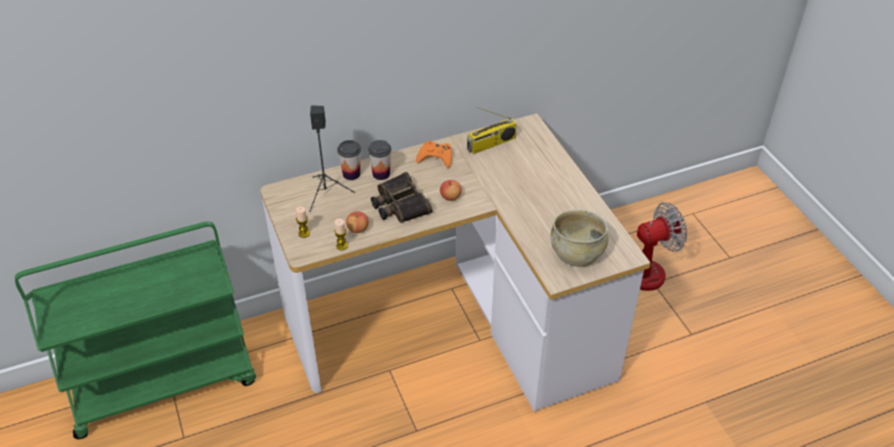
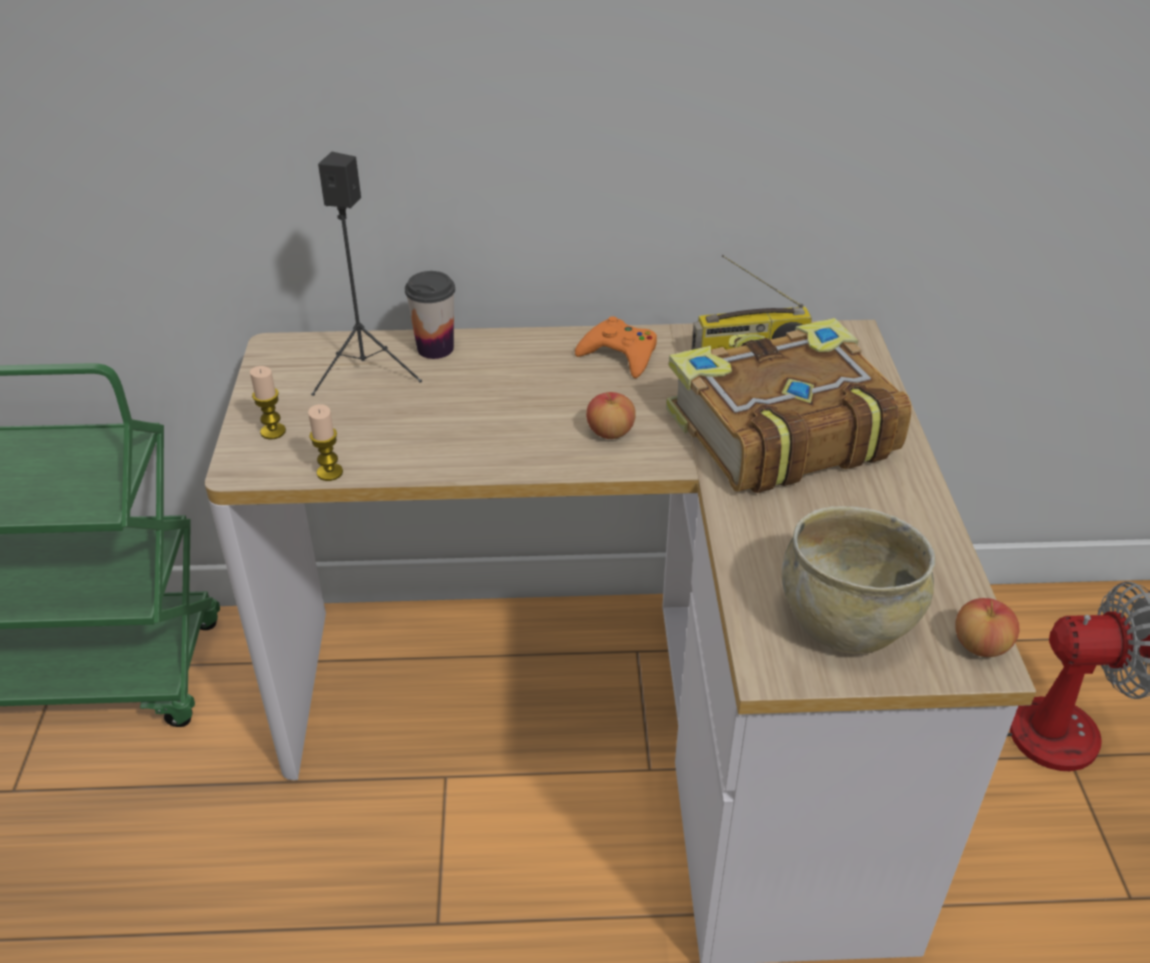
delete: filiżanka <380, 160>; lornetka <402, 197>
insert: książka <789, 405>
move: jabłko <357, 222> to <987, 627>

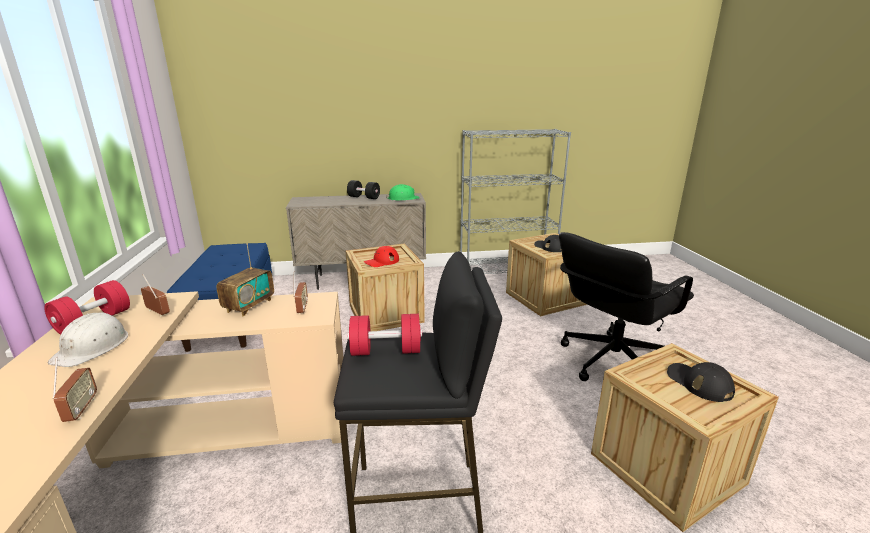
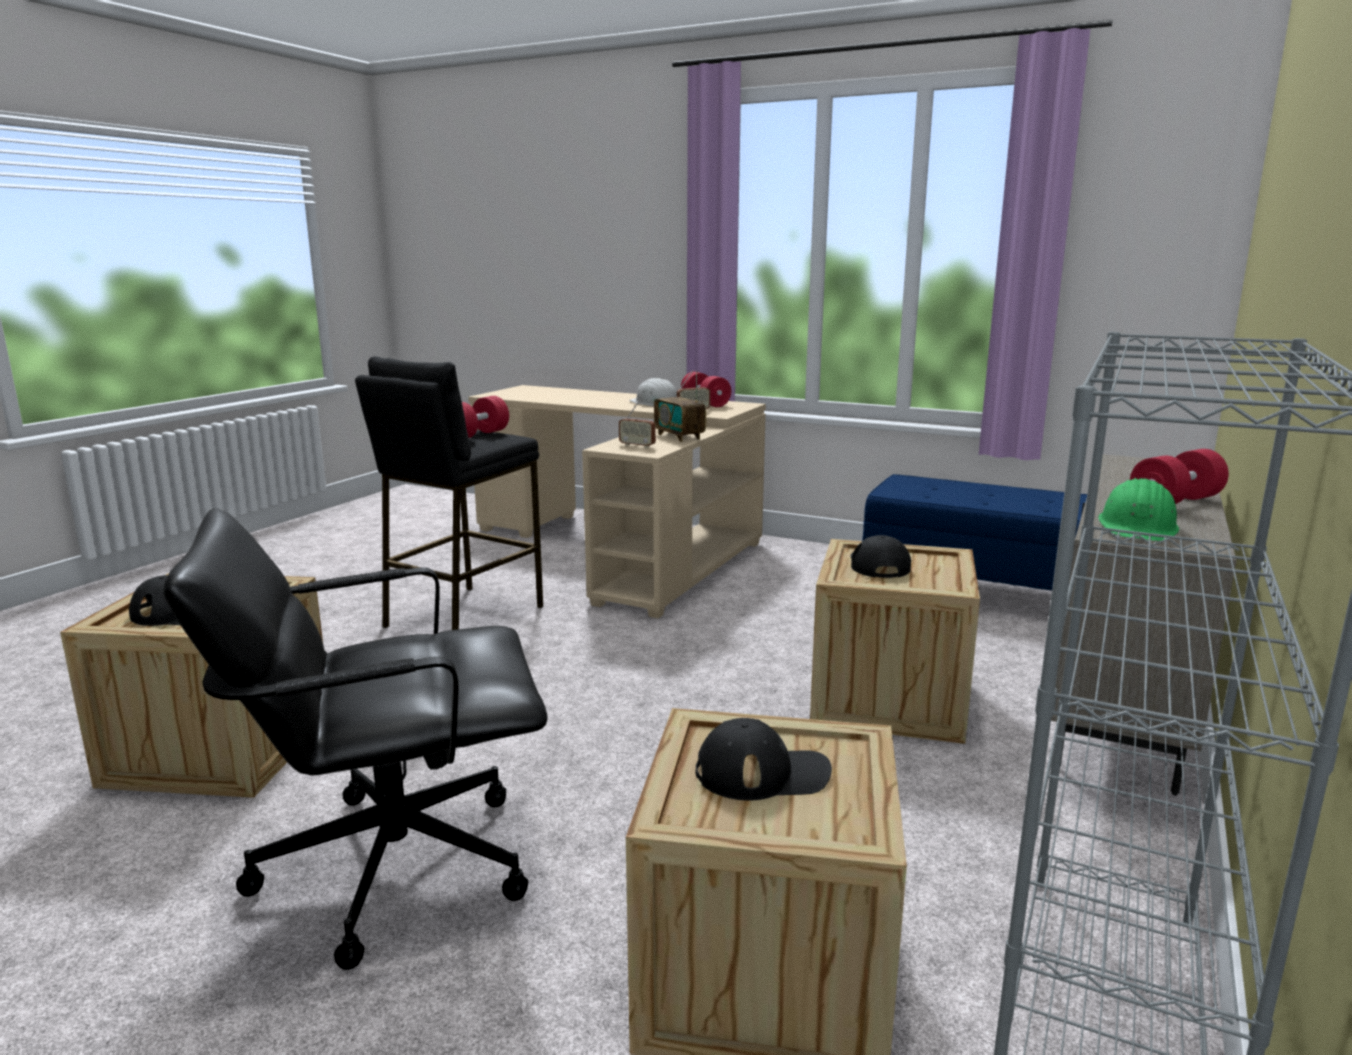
delete: radio <74, 390>
recolor: hantel/czarny <363, 189> to hantel/czerwony <1179, 476>; czapka z daszkiem/czerwony <381, 256> to czapka z daszkiem/czarny <880, 556>
rotate: krzesło biurowe/czarny <626, 306> = <355, 739> 105 degrees counterclockwise

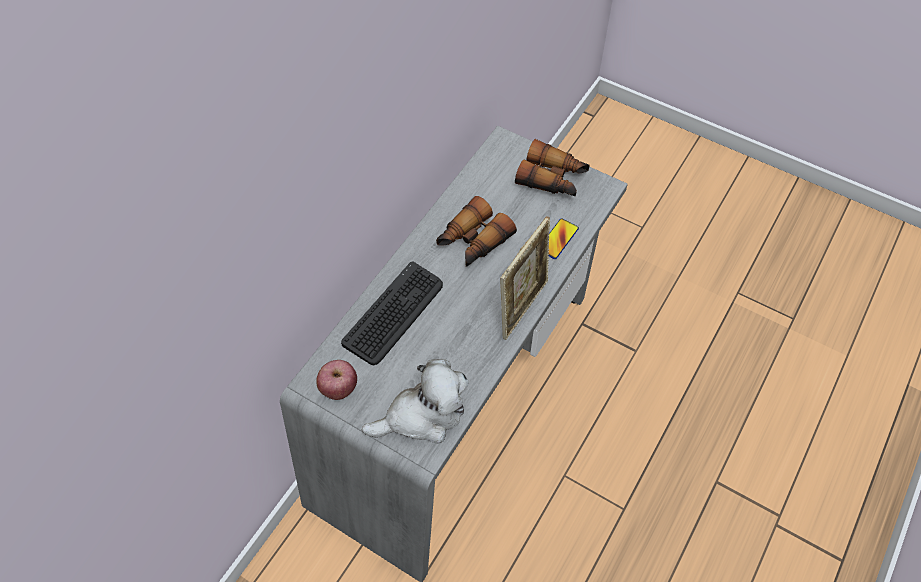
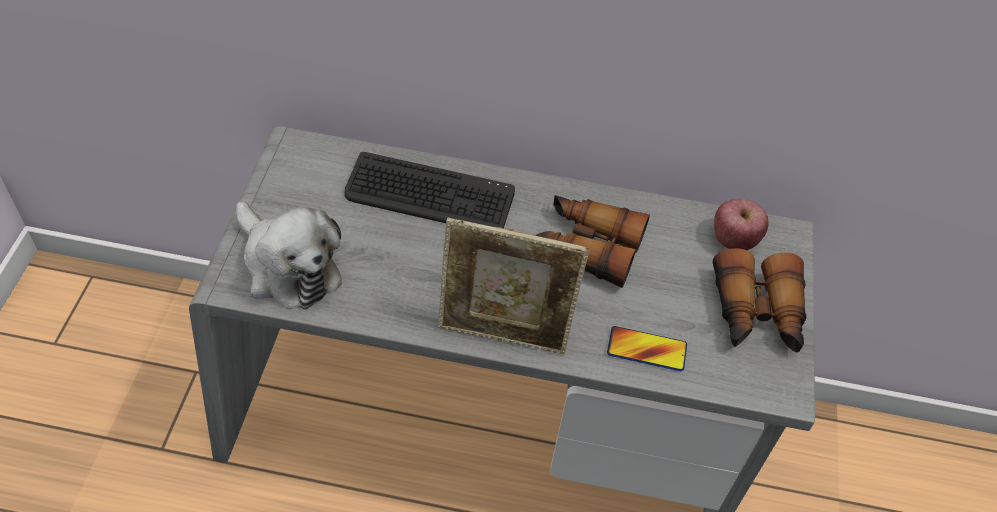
move: jabłko <336, 380> to <741, 224>

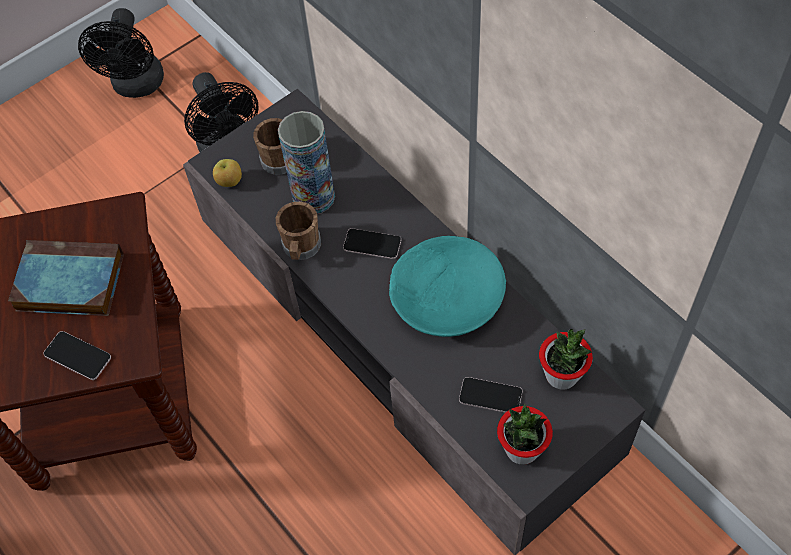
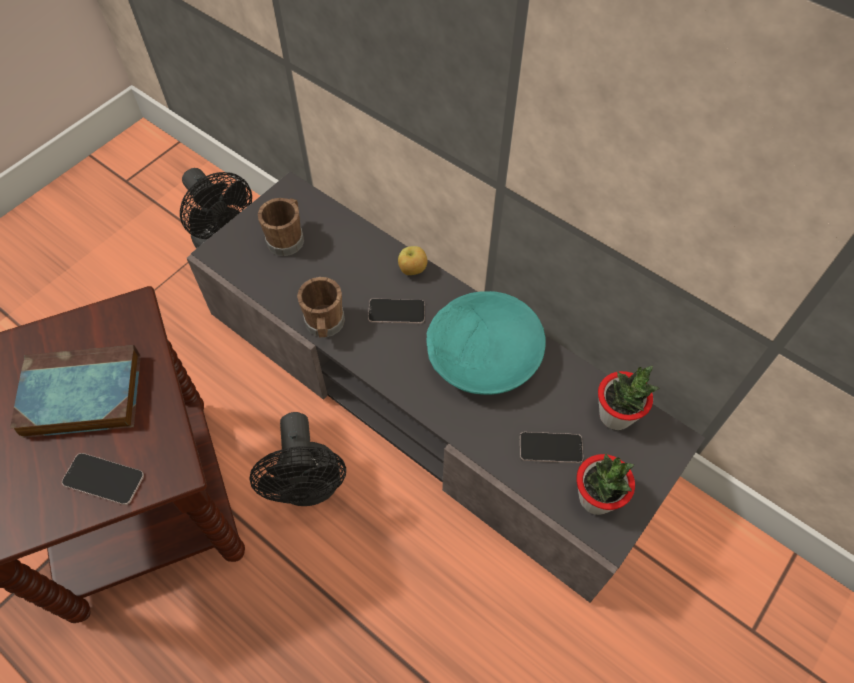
delete: wazon <306, 162>
move: wentylator/czarny <121, 53> to <297, 459>; jabłko <227, 173> to <412, 260>

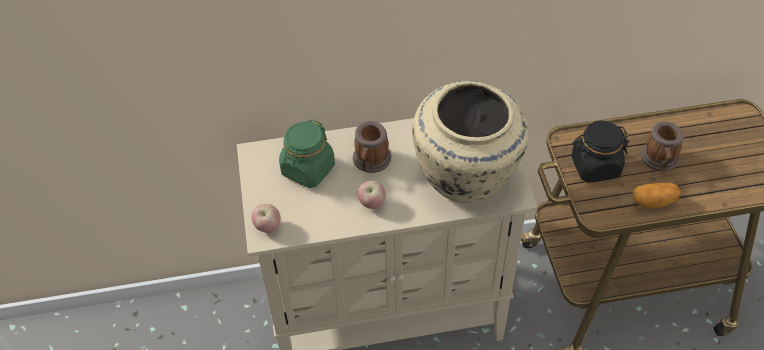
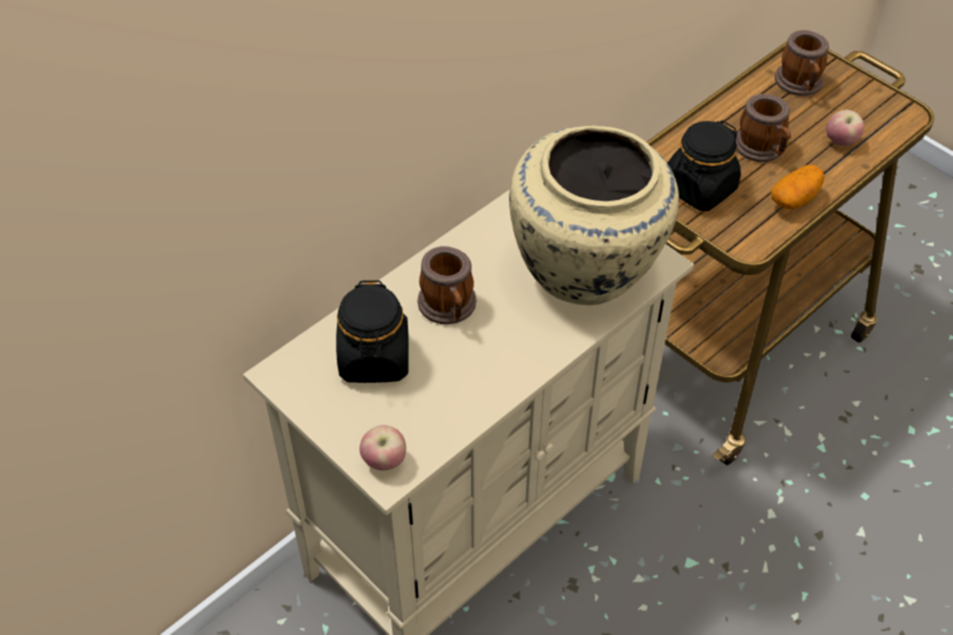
insert: kubek <802, 63>
move: jabłko <371, 195> to <845, 128>
recolor: słoik/zielony <307, 153> to słoik/czarny <372, 331>

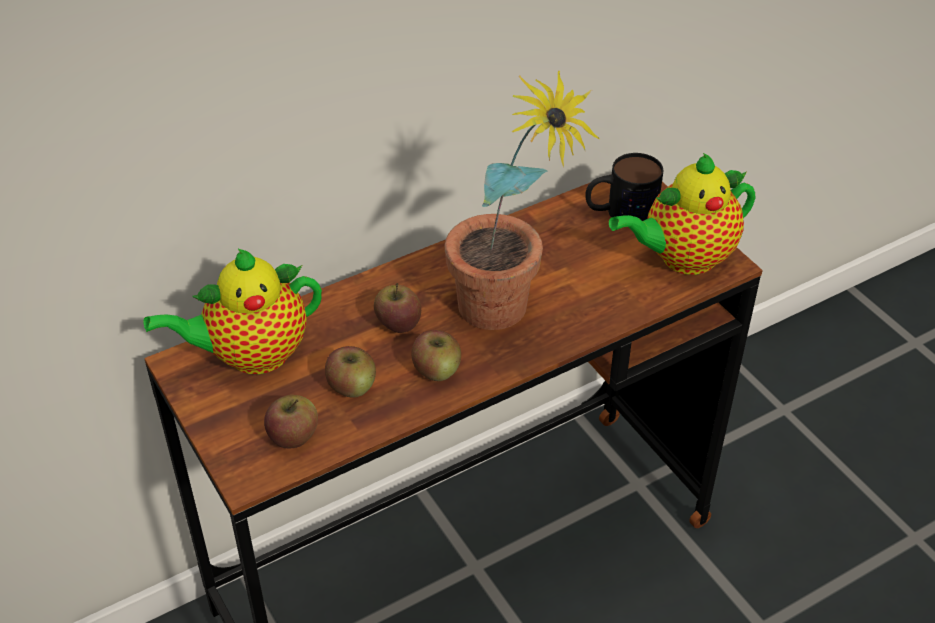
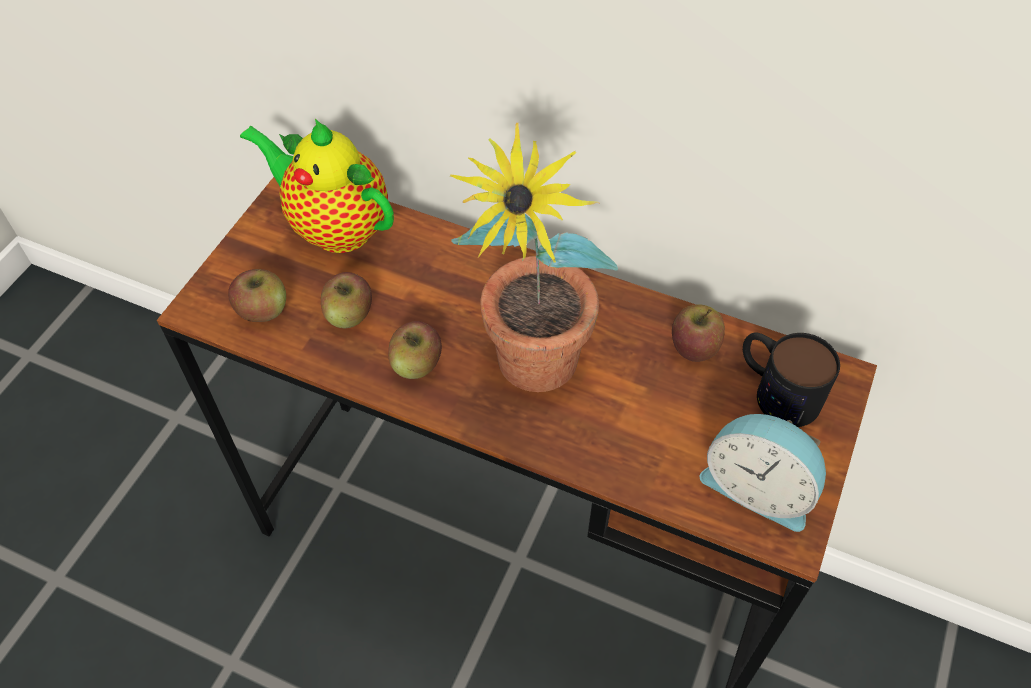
move: jabłko <397, 308> to <698, 333>
replace: imbryk <682, 214> to budzik <763, 473>

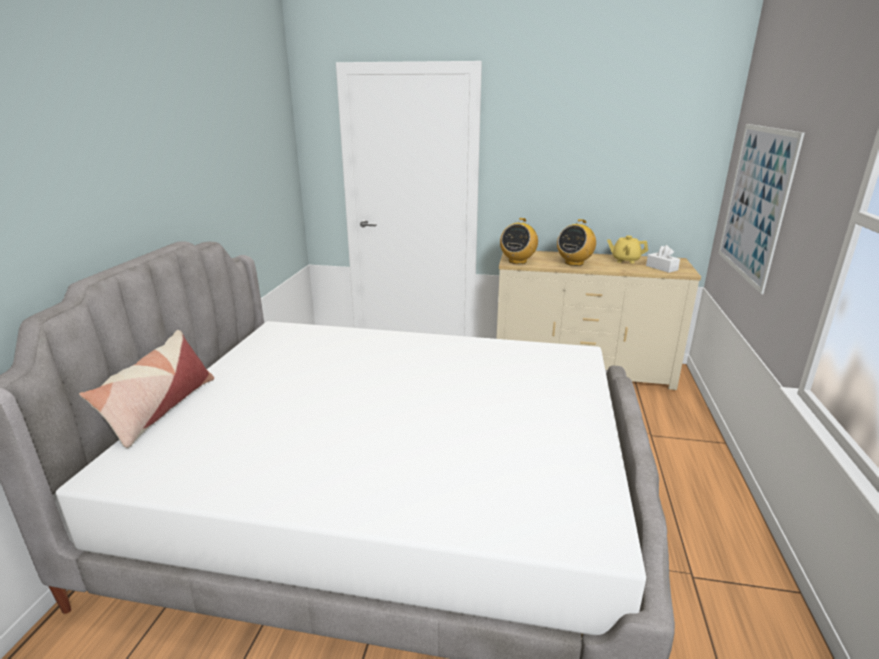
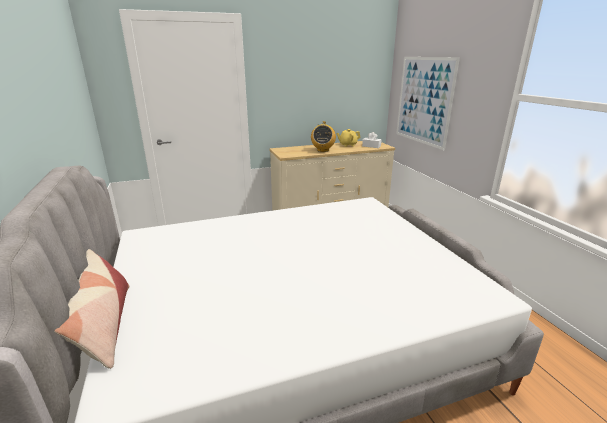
delete: radio <519, 241>

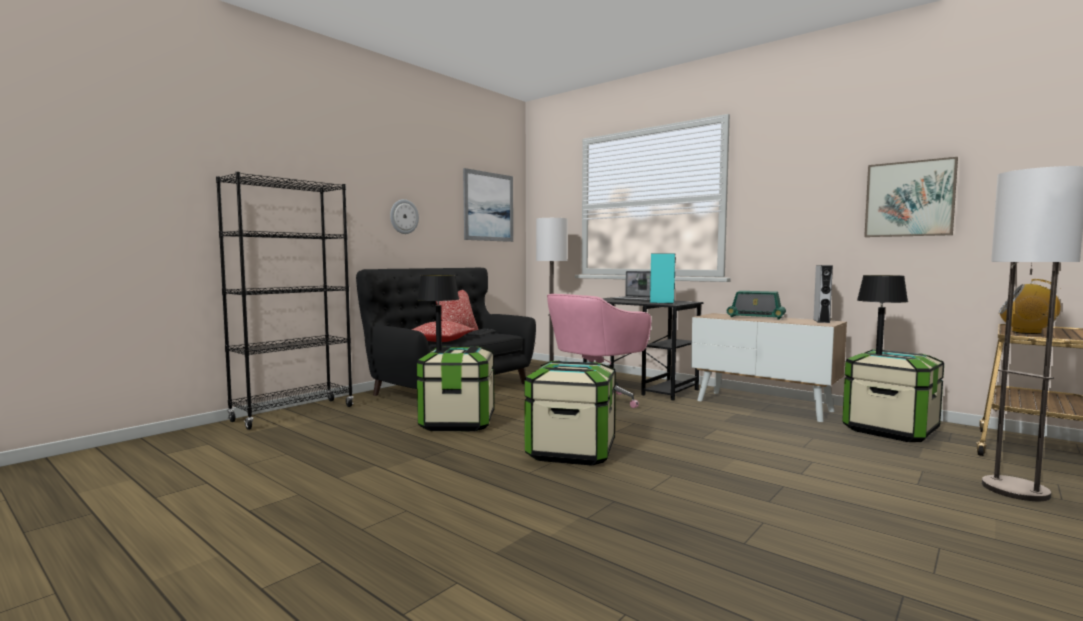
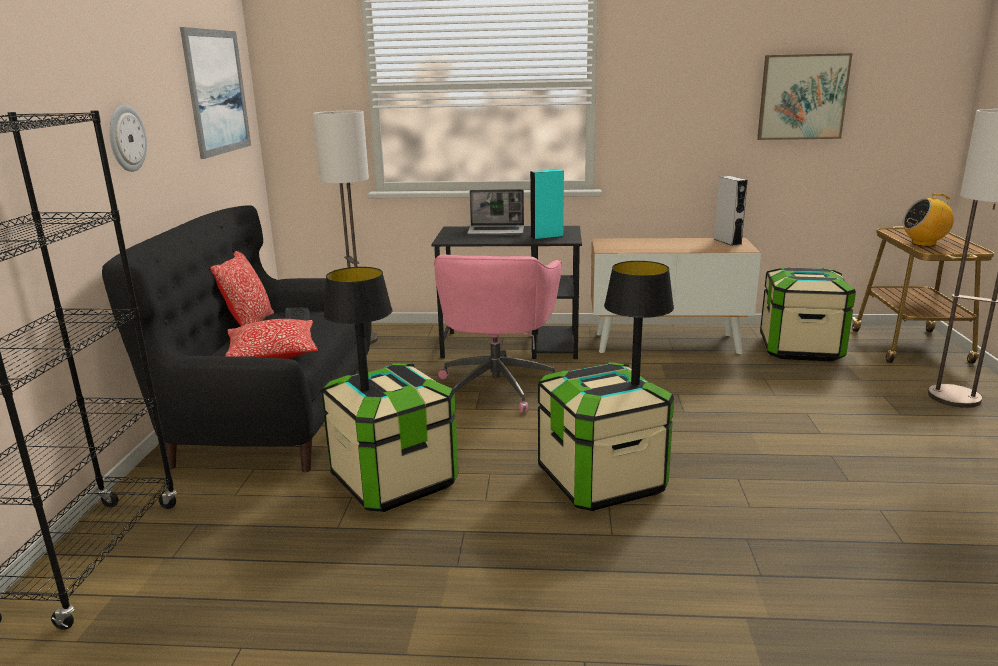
delete: radio <756, 305>
move: lampa stołowa/czarny <882, 315> to <639, 323>

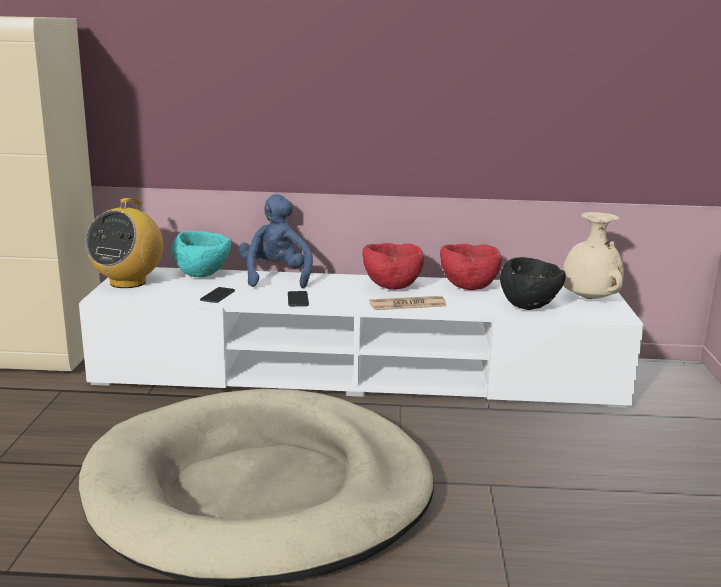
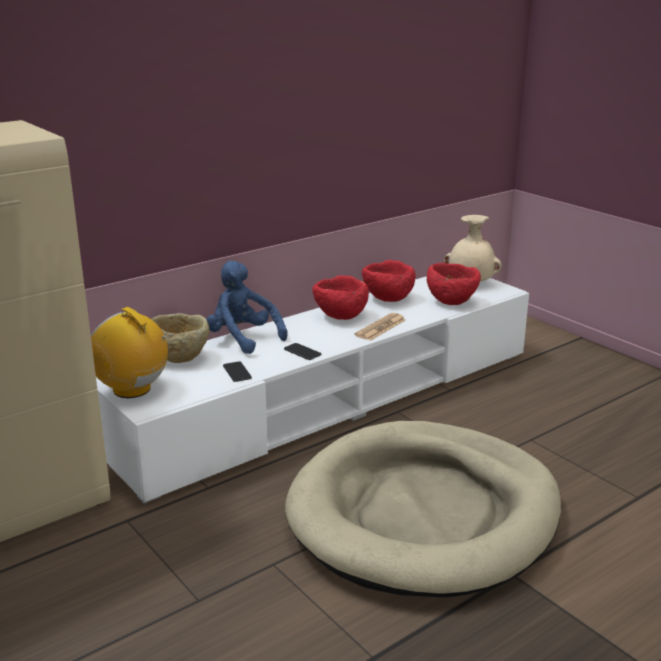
recolor: miska/turkusowy <201, 254> to miska/beżowy <180, 338>; miska/czarny <533, 283> to miska/czerwony <454, 284>
rotate: radio <124, 243> = <130, 352> 150 degrees clockwise

